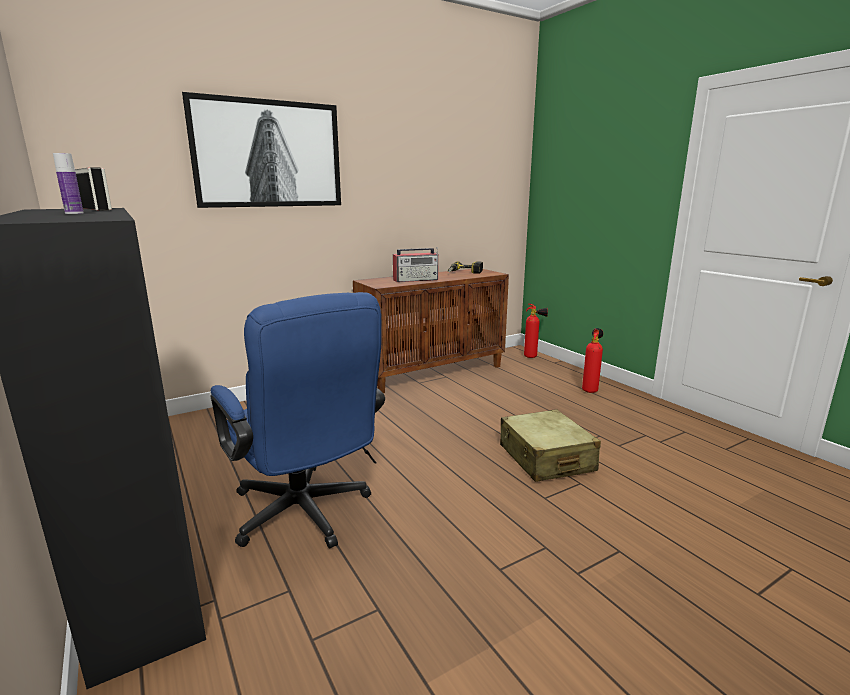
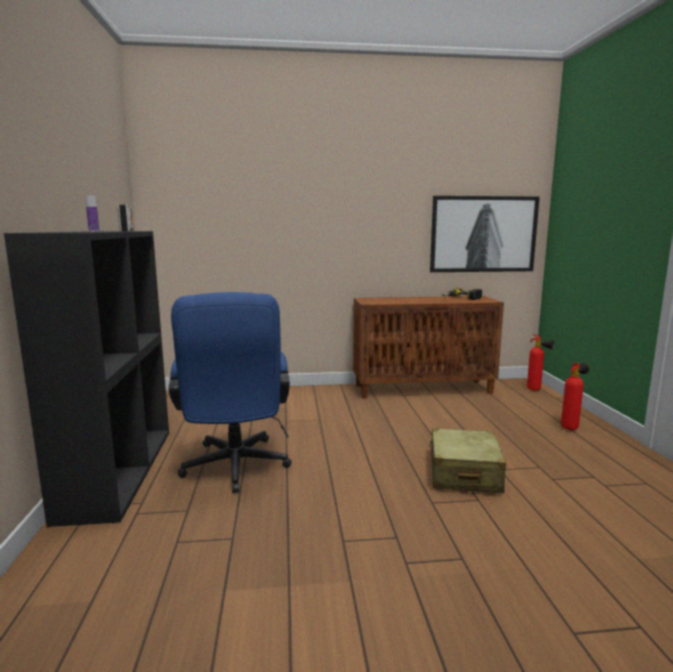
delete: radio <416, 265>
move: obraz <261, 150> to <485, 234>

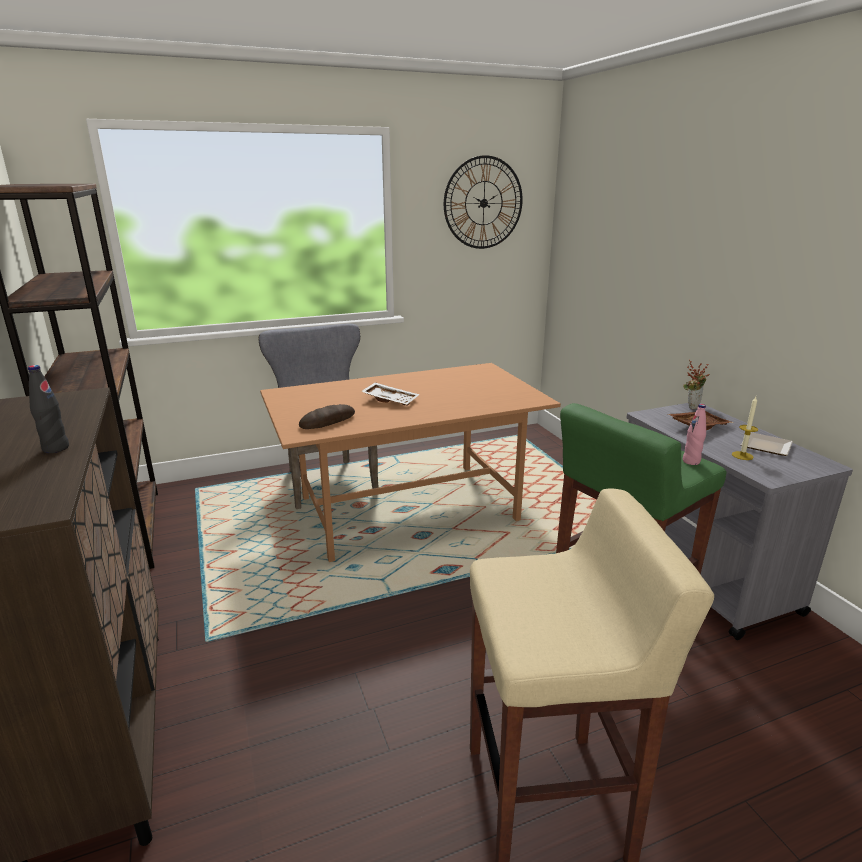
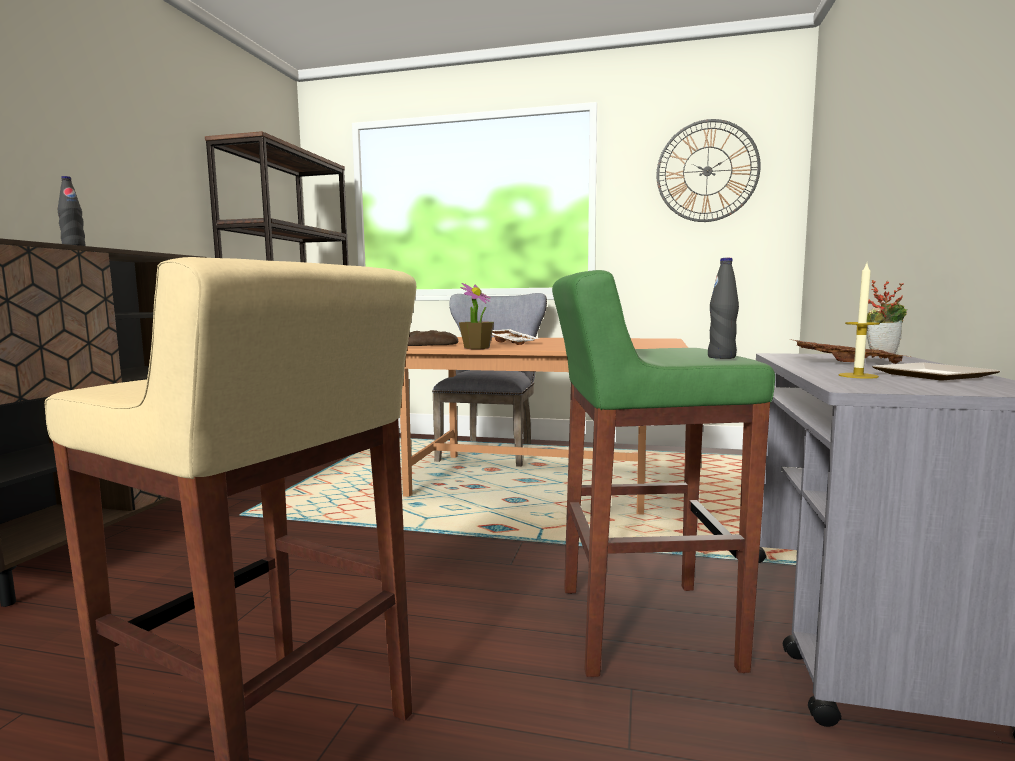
insert: roślina doniczkowa <476, 316>
recolor: butelka/różowy <694, 434> to butelka/czarny <723, 308>

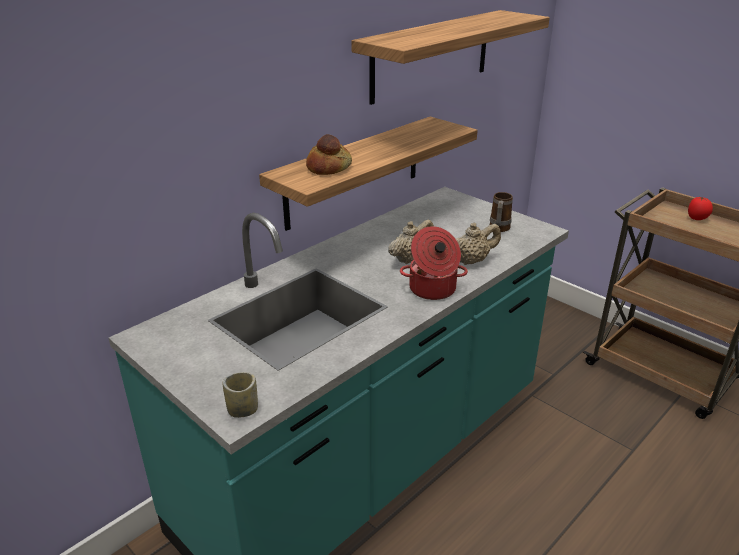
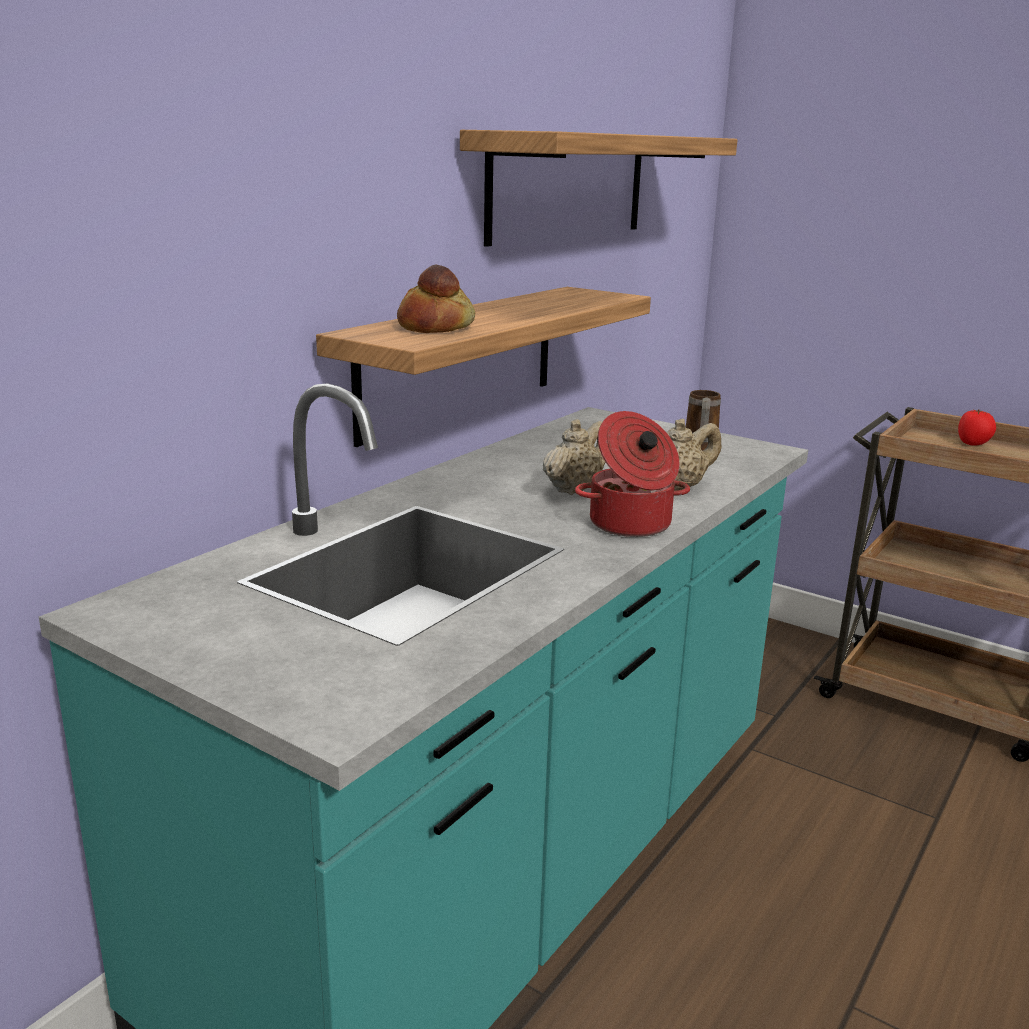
delete: filiżanka <240, 395>

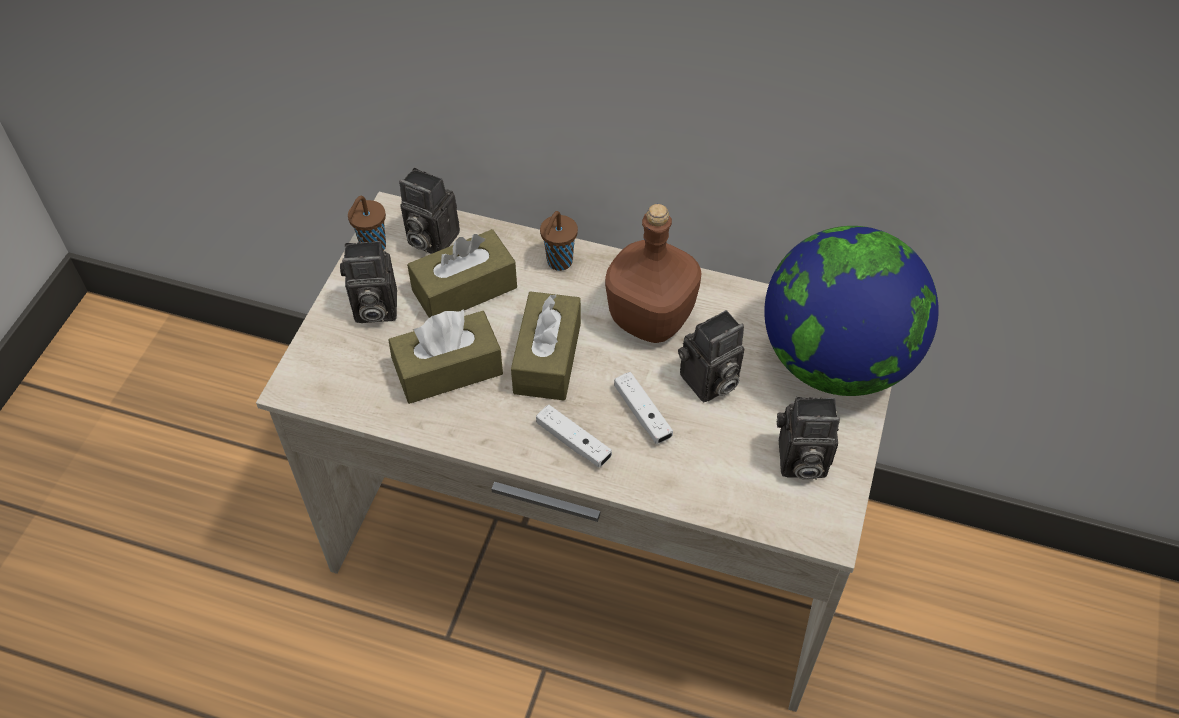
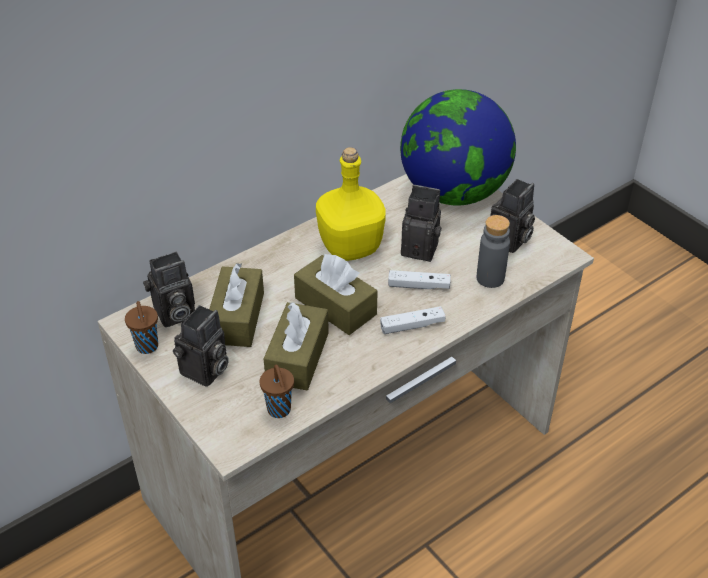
insert: butelka/szary <493, 251>
move: filiżanka/brązowy <559, 241> to <276, 391>
recolor: butelka/brązowy <653, 273> to butelka/żółty <351, 204>
rotate: aparat fotograficzny <711, 356> = <421, 223> 75 degrees counterclockwise

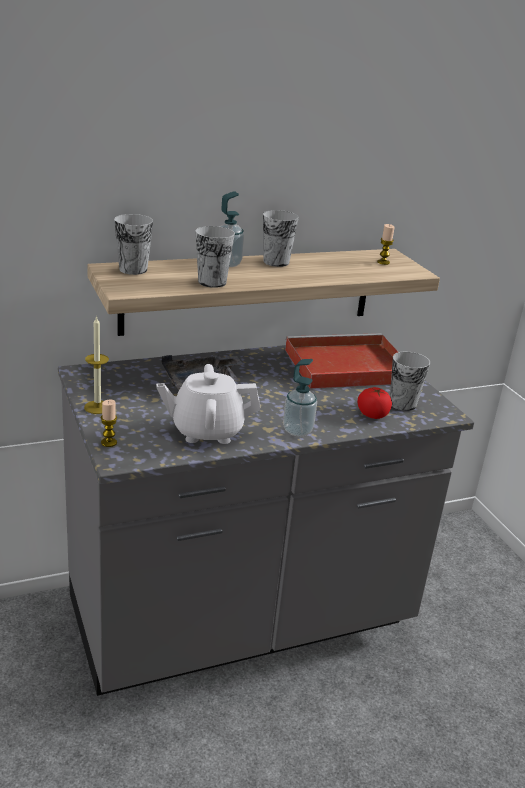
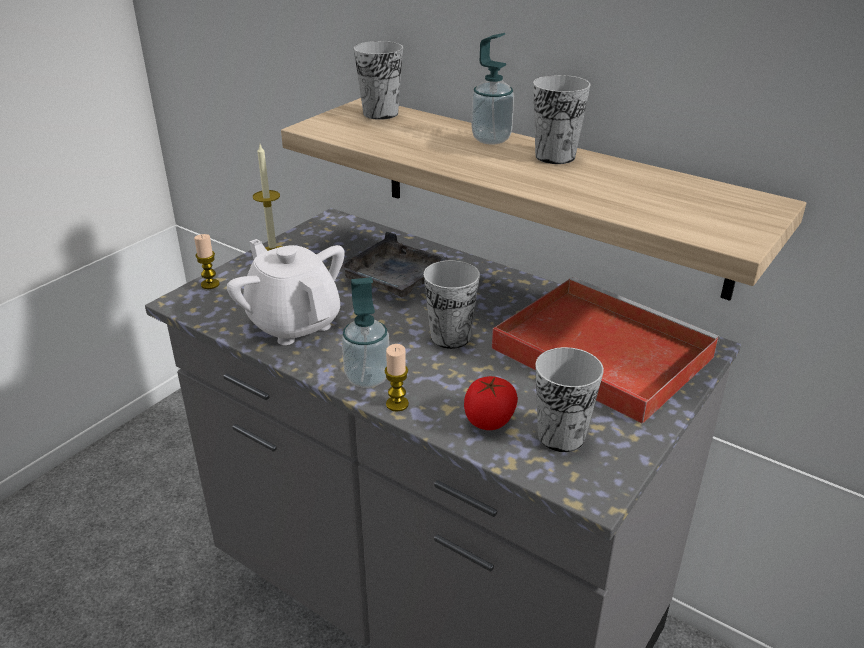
move: filiżanka <215, 257> to <451, 304>; świeca <386, 244> to <397, 378>

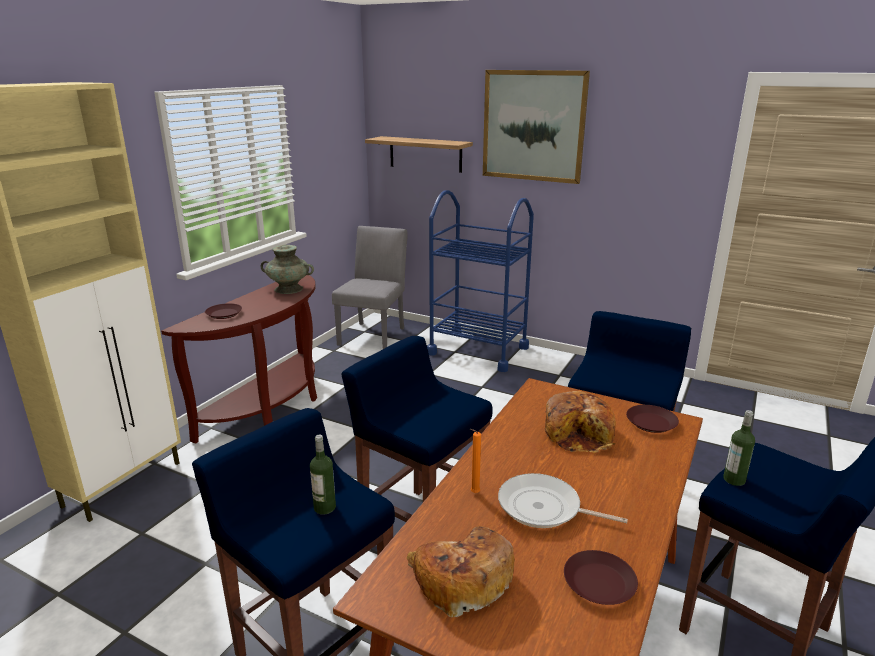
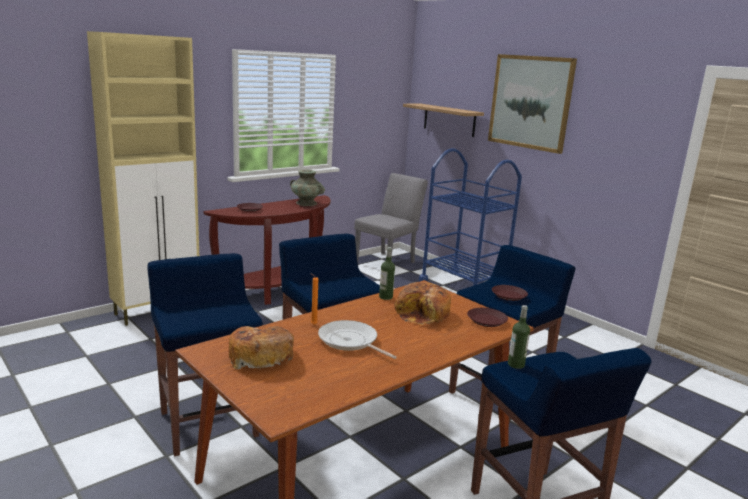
move: butelka <323, 475> to <387, 273>; talerz/brązowy <601, 577> to <510, 293>

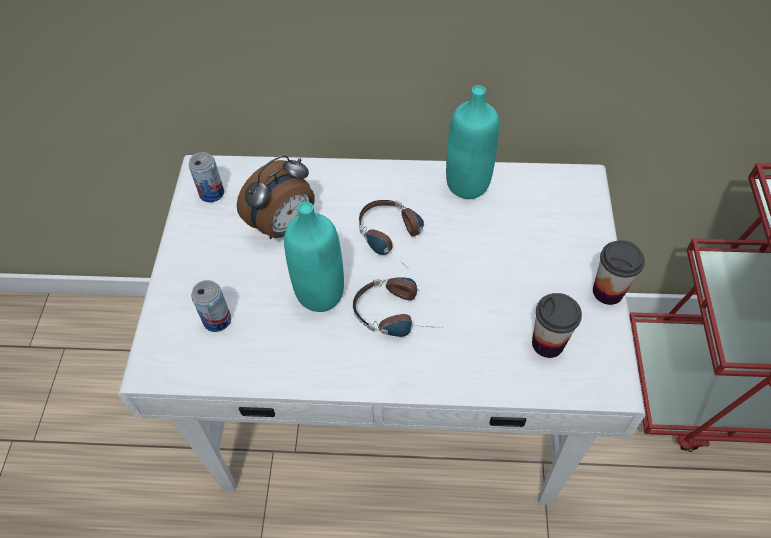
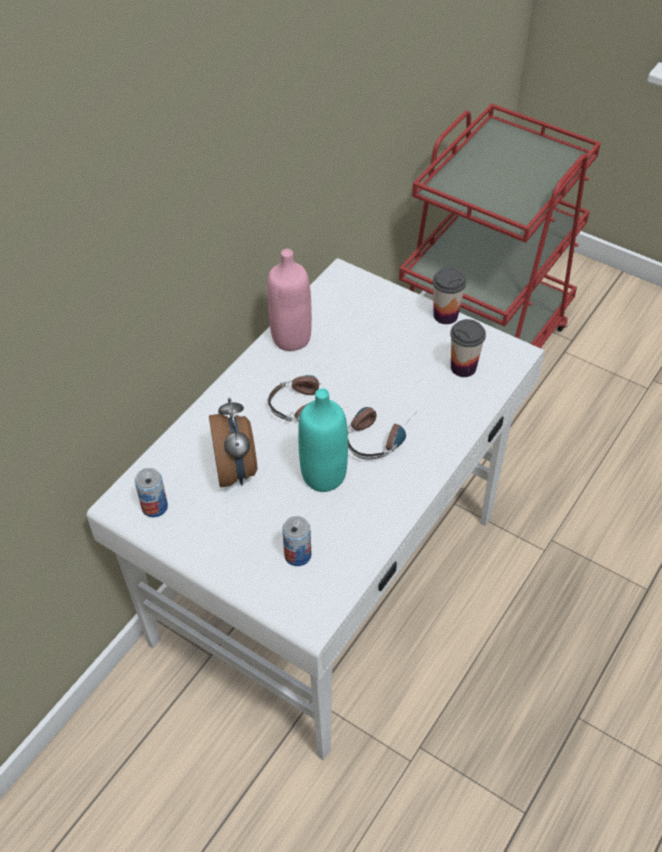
recolor: butelka/turkusowy <472, 142> to butelka/różowy <289, 300>

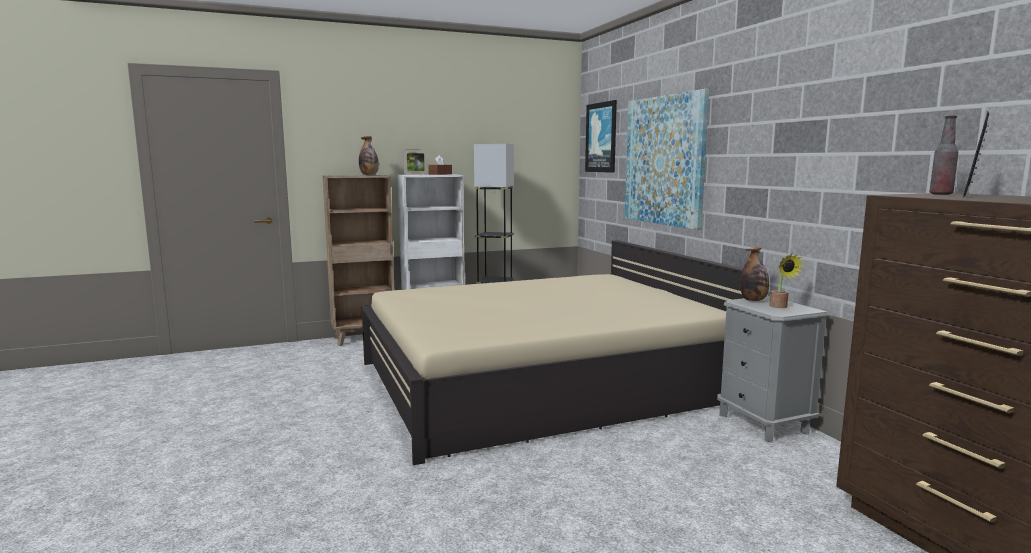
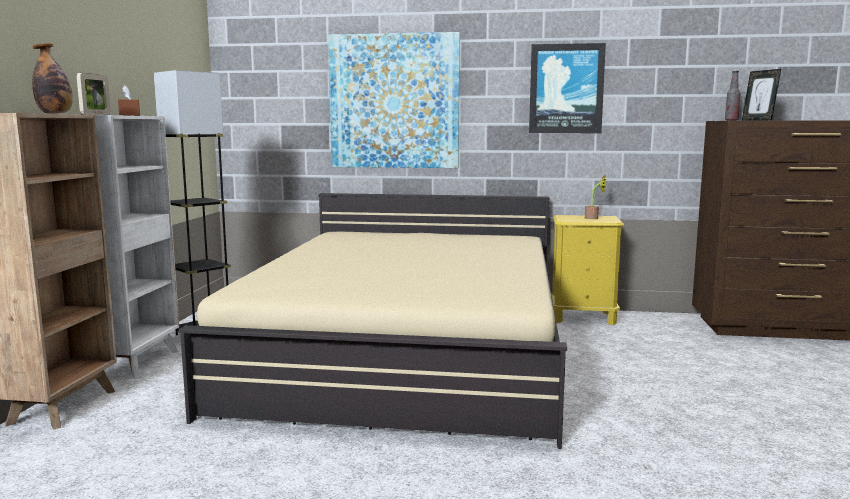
delete: butelka <754, 274>
move: obraz <601, 136> to <567, 88>
recolor: szafka nocna/szary <773, 369> to szafka nocna/żółty <587, 270>

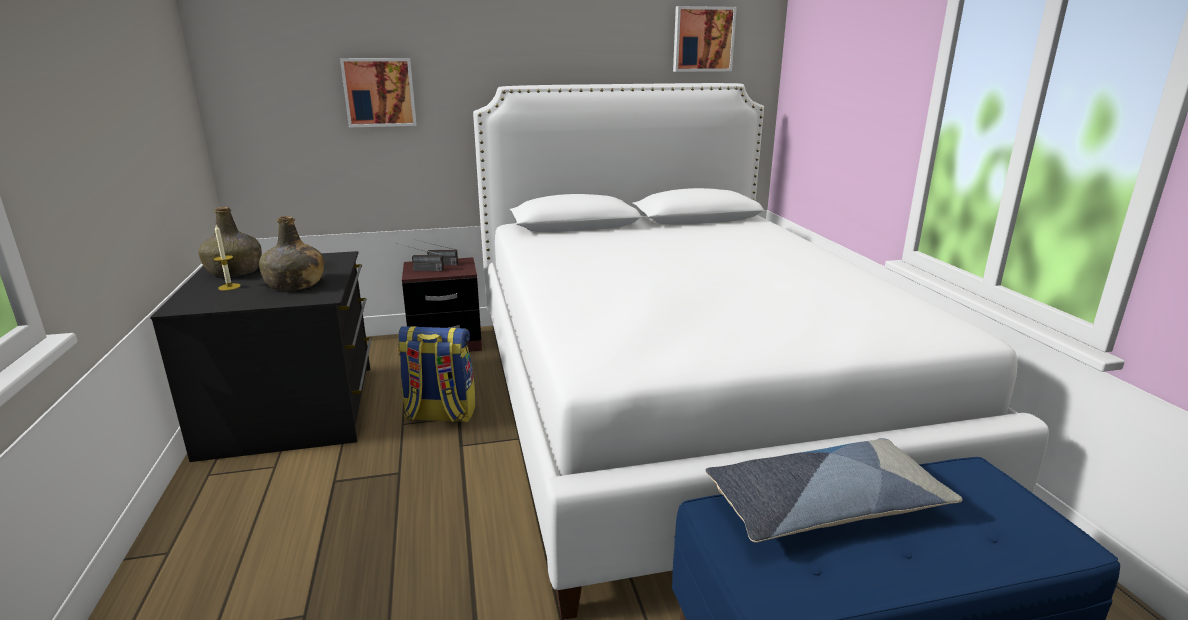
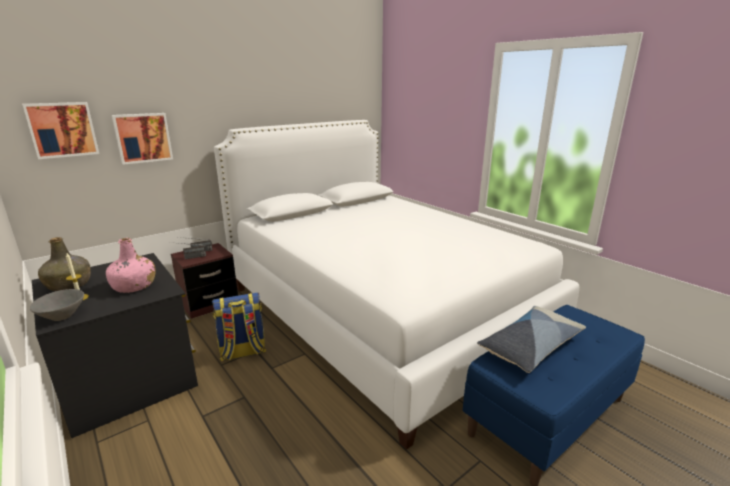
insert: miska/szary <57, 305>
move: obraz <705, 39> to <60, 130>
recolor: butelka/zielony <291, 253> to butelka/różowy <131, 265>

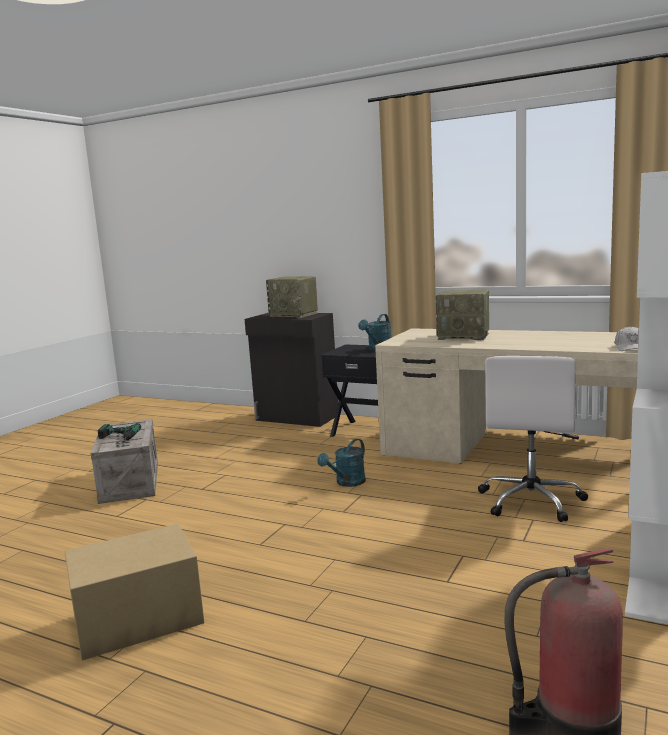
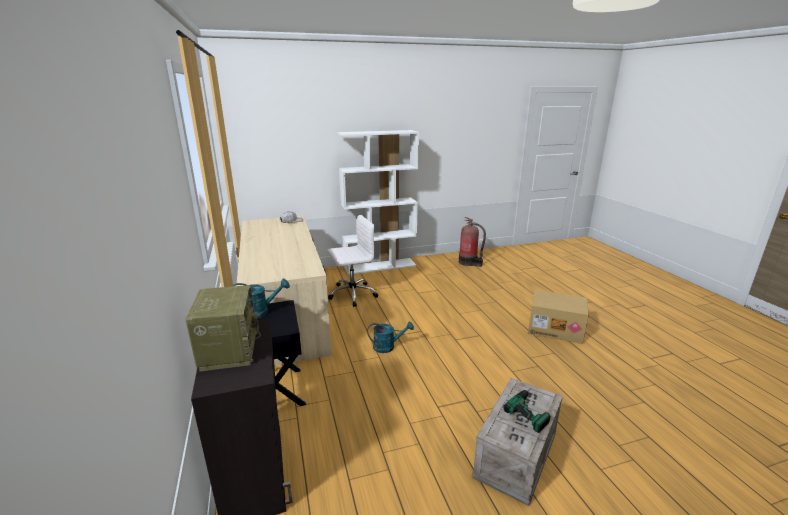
delete: radio <462, 314>

